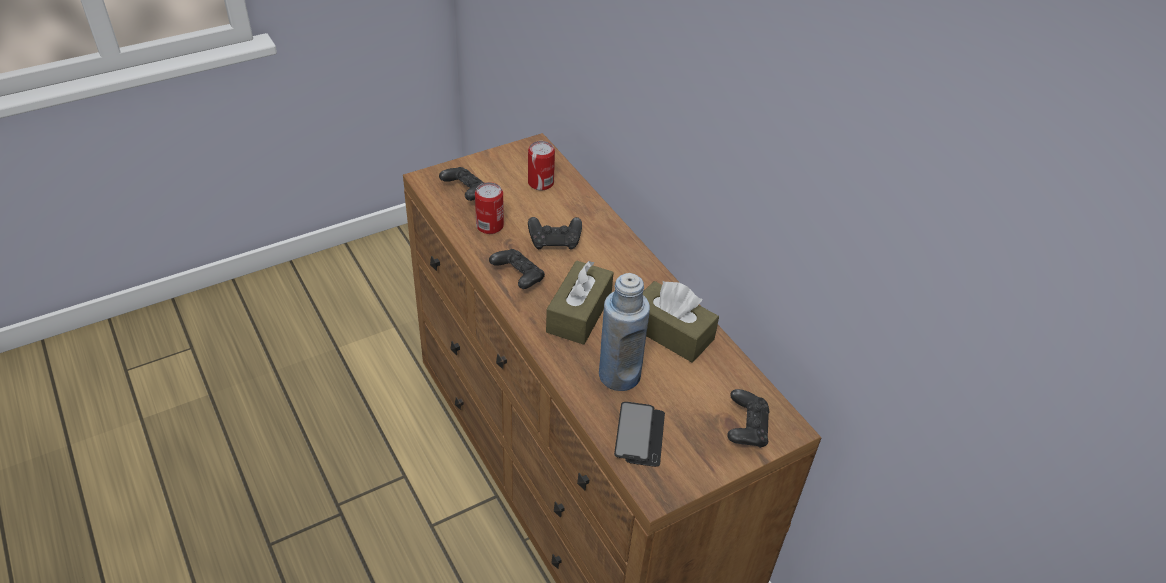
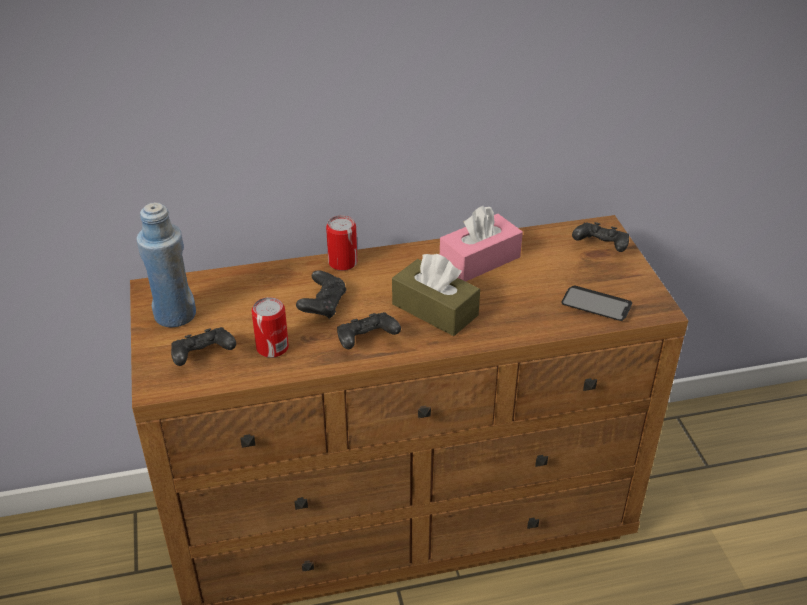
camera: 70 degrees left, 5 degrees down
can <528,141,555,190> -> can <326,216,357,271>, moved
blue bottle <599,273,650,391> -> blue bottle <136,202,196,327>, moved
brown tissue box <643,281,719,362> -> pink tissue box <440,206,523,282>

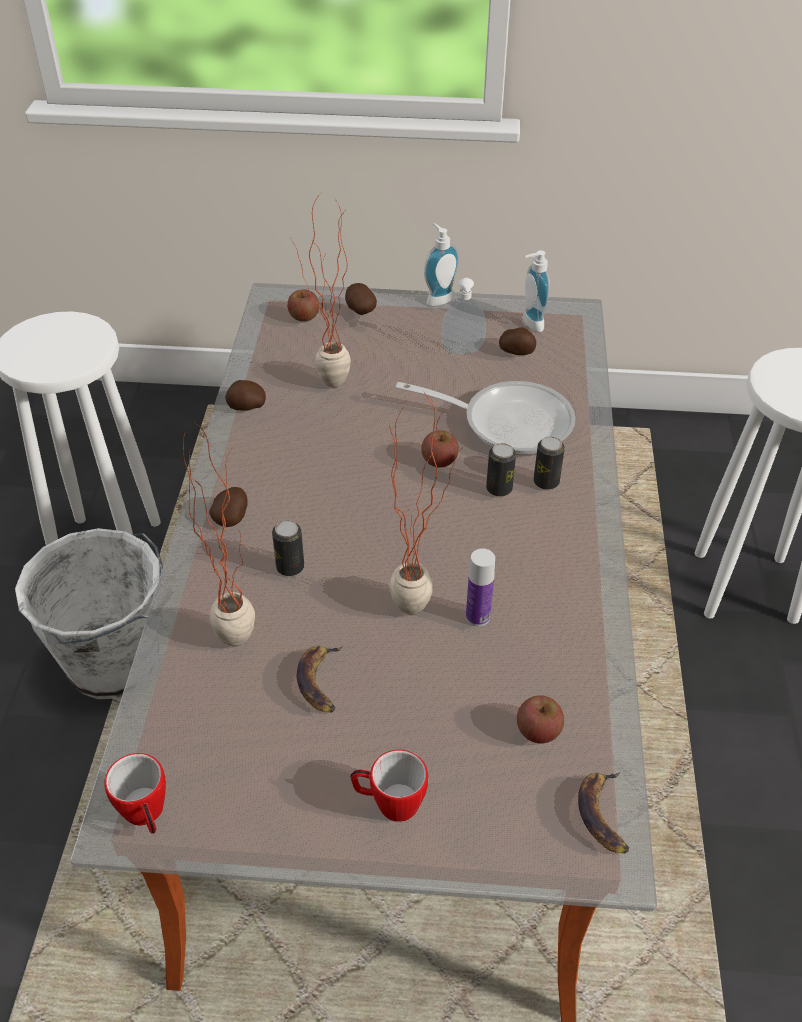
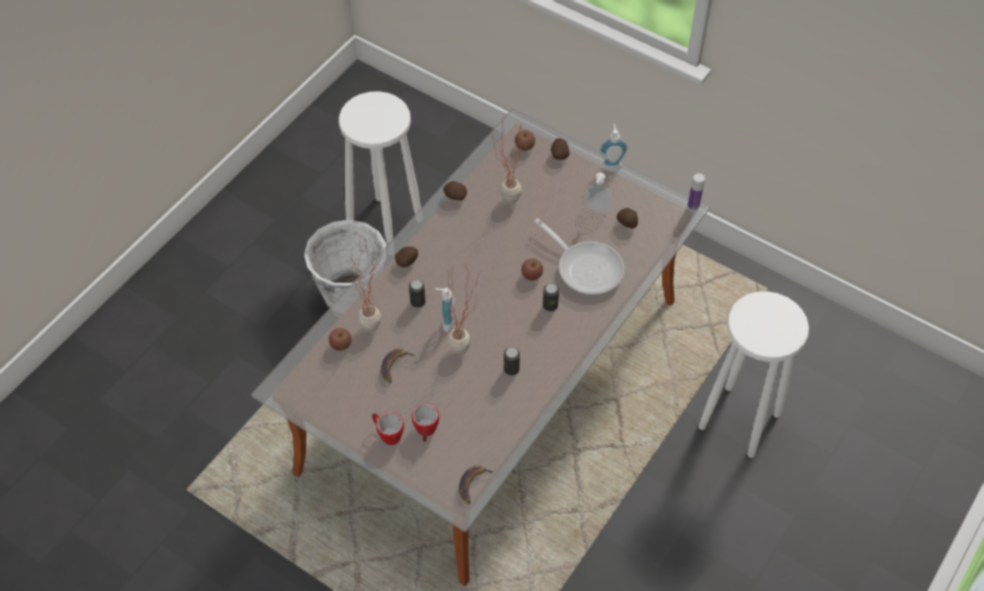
camera: 30 degrees right, 10 degrees up
mug <105,753,166,834> -> mug <412,403,439,442>, moved
bottle <466,549,495,626> -> bottle <688,173,705,210>, moved
apple <517,696,564,744> -> apple <329,328,352,351>, moved
soap dispenser <523,250,550,332> -> soap dispenser <435,288,455,332>, moved
can <533,436,565,490> -> can <504,347,520,375>, moved

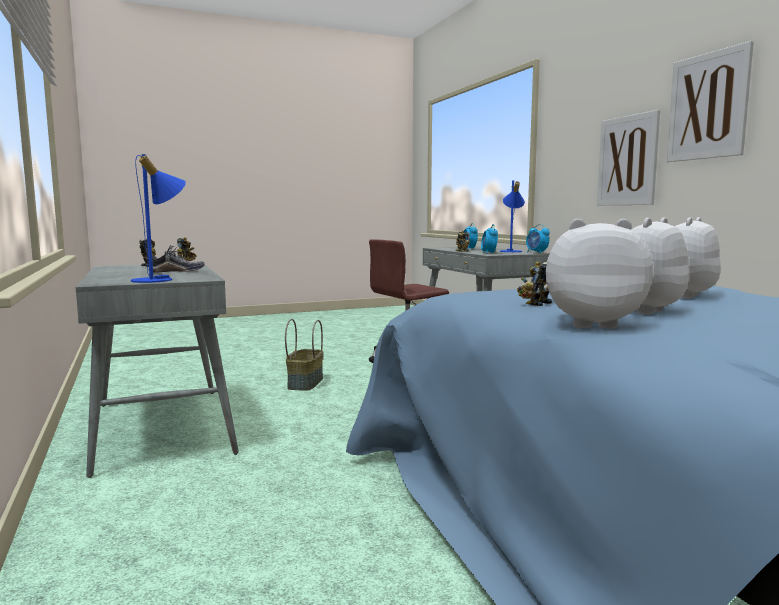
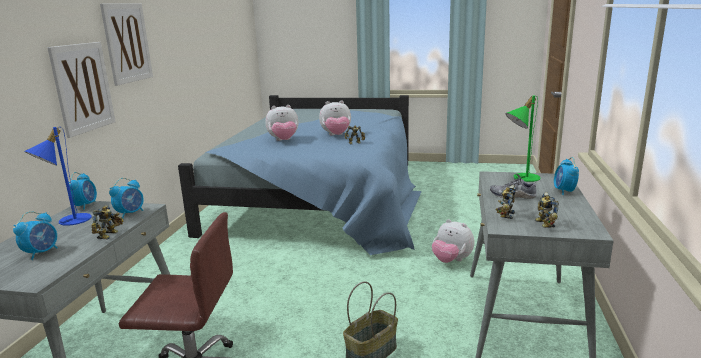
camera: 145 degrees left, 10 degrees up
blue table lamp <131,154,186,283> -> green table lamp <505,95,541,182>
plush toy <546,219,653,328> -> plush toy <432,219,474,263>, moved
none -> alarm clock <554,157,579,195>

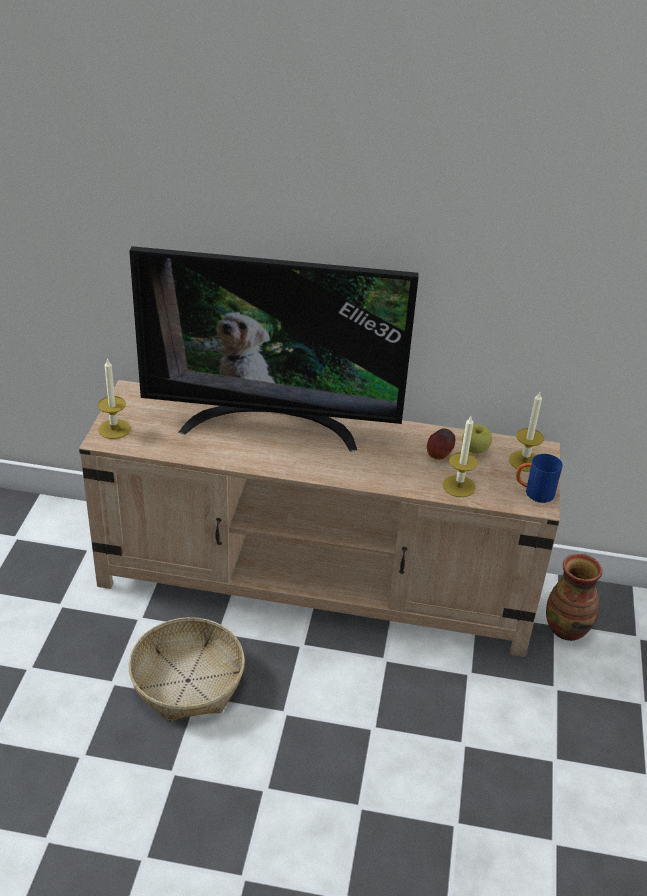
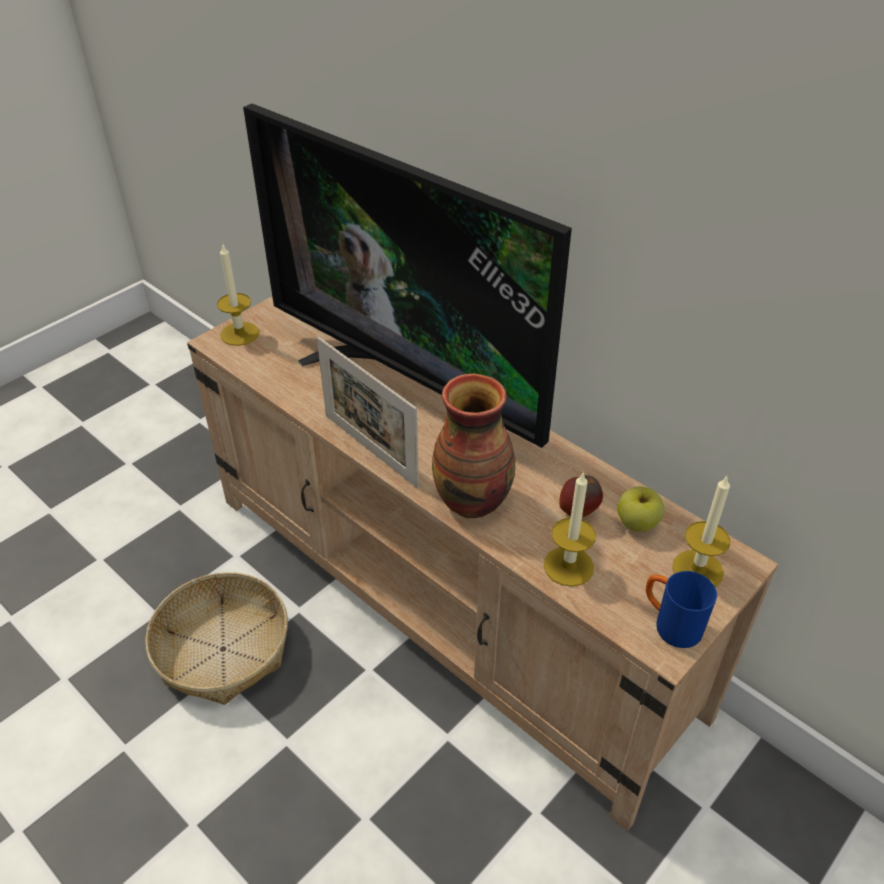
camera: 35 degrees right, 5 degrees up
vase <546,554,603,641> -> vase <432,373,515,518>, moved
none -> picture frame <317,337,419,488>

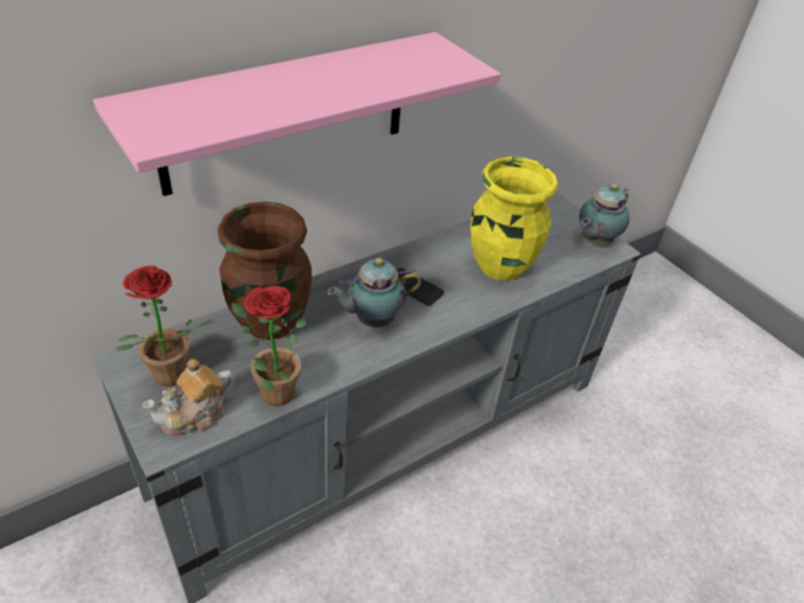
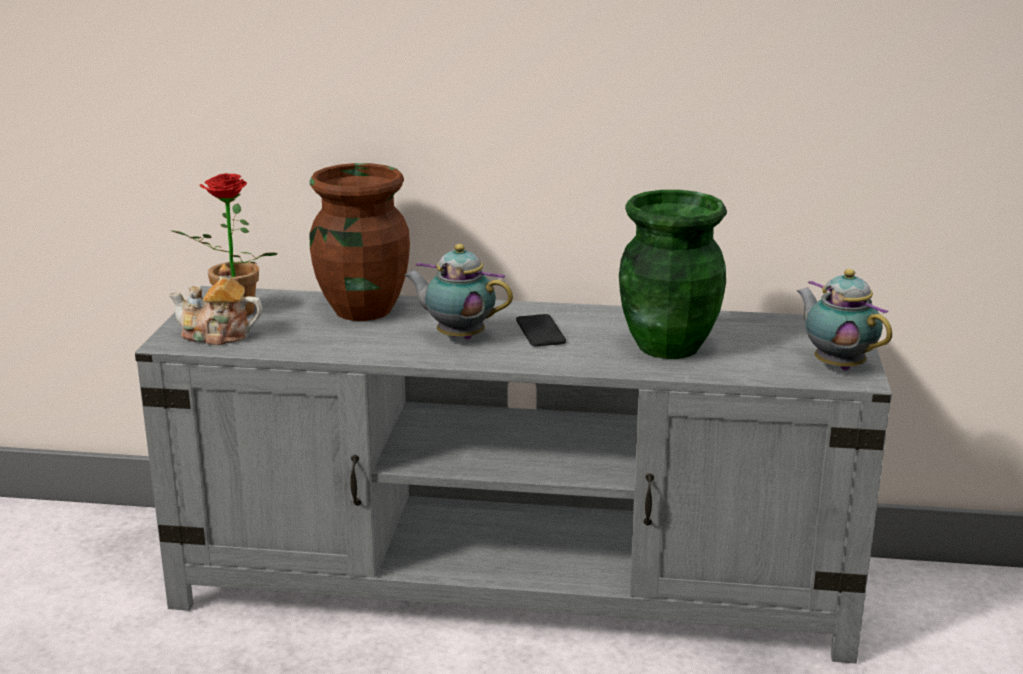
camera: 45 degrees right, 20 degrees down
pink shelf <93,32,501,196> -> none
potted plant <232,286,307,406> -> none
yellow vase <471,156,558,281> -> green vase <619,190,727,359>
teapot <579,184,630,245> -> teapot <797,269,892,370>, 60 degrees clockwise

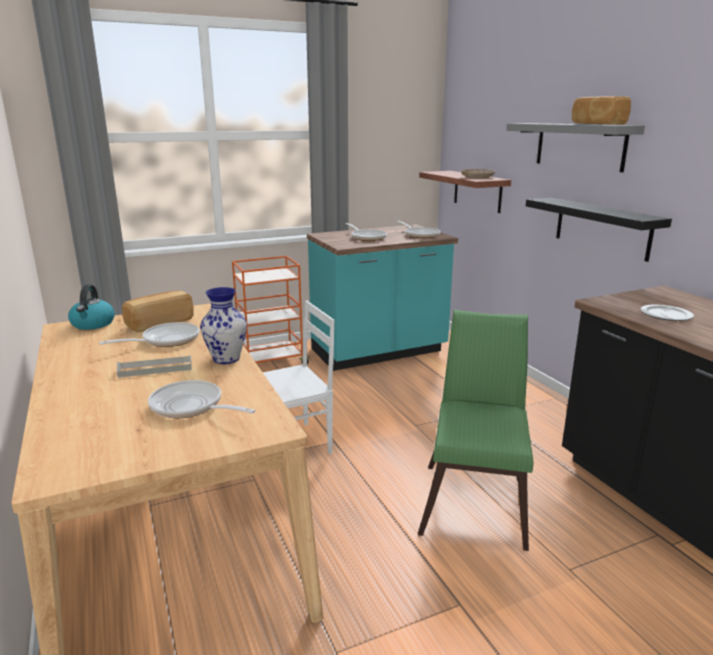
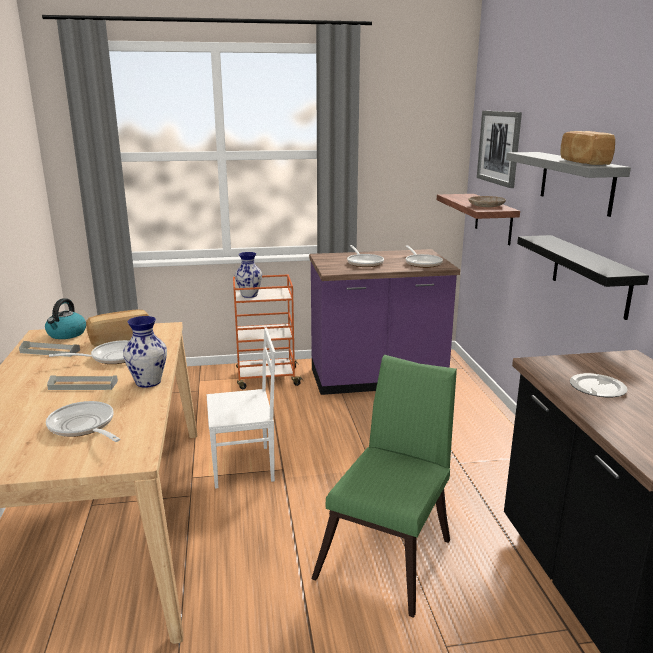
camera: 15 degrees right, 0 degrees up
turquoise counter <307,224,458,371> -> purple counter <309,249,460,395>
none -> grey tray <19,341,80,357>
none -> vase <235,252,262,298>
none -> picture <477,111,522,188>

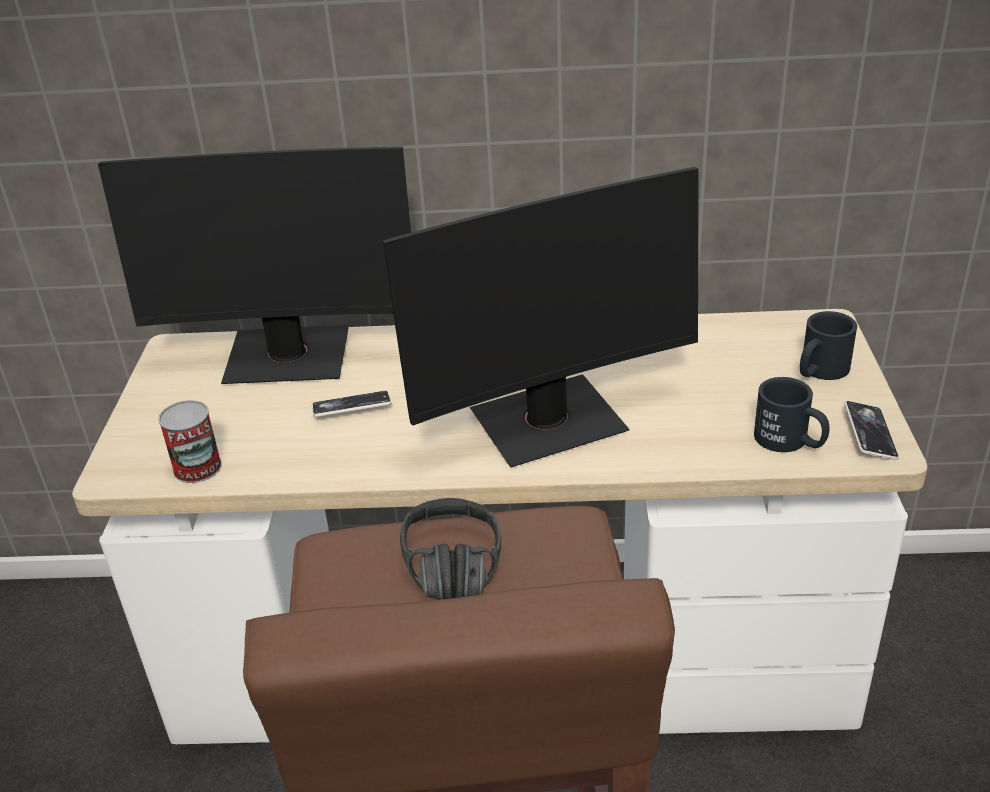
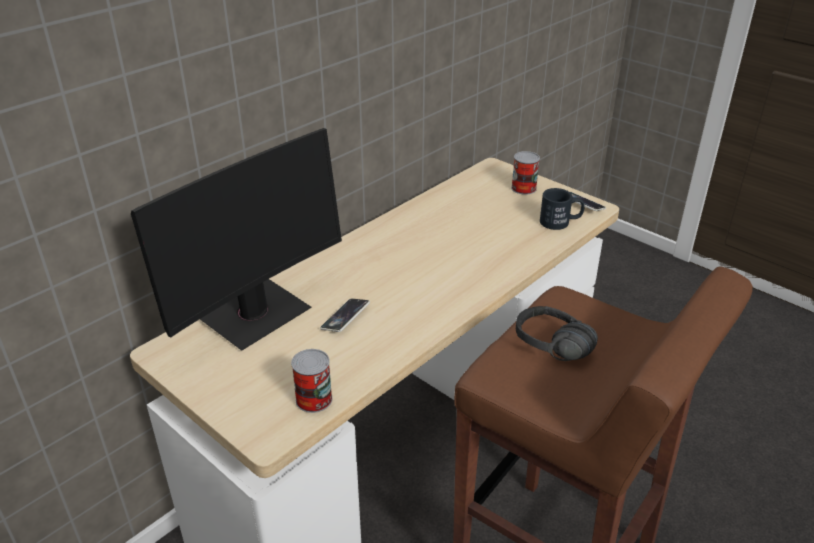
camera: 50 degrees left, 0 degrees up
monitor <383,167,698,468> -> none
black mug <800,311,857,380> -> can <511,151,540,195>

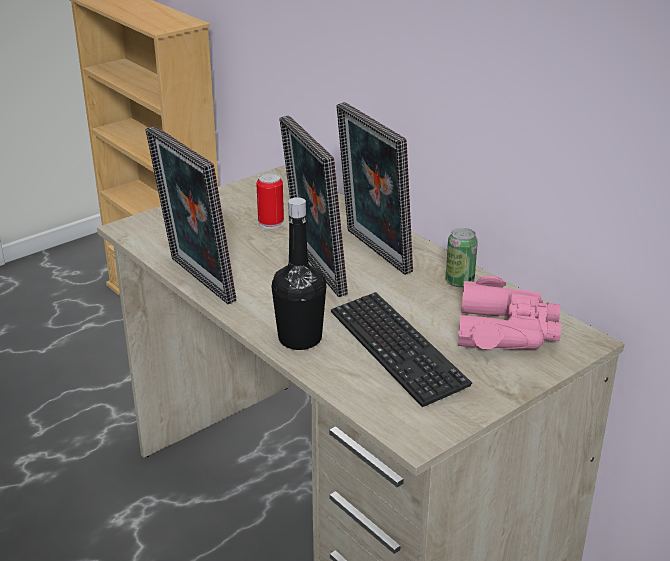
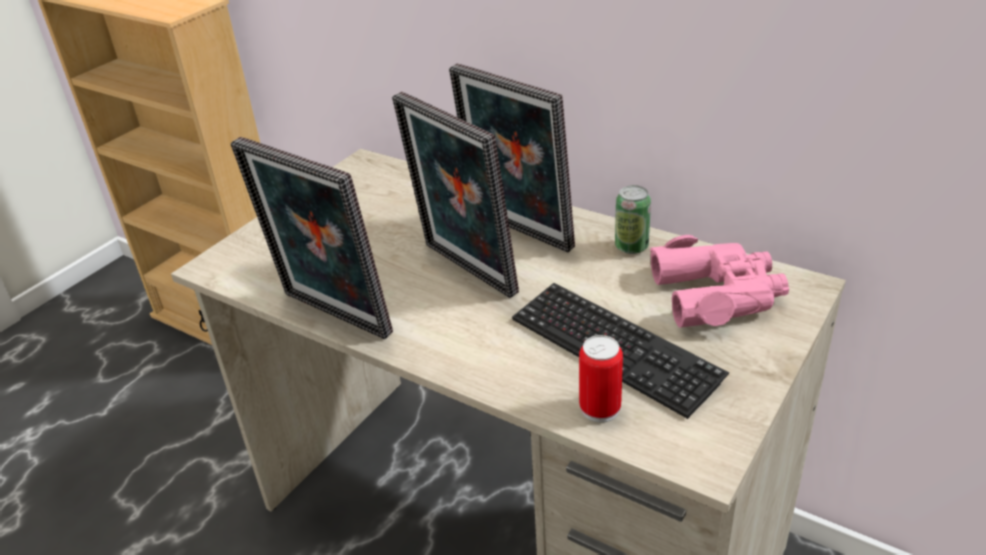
camera: 15 degrees left, 5 degrees up
can <256,173,284,229> -> can <579,335,623,422>, moved
black bottle <272,197,326,350> -> none

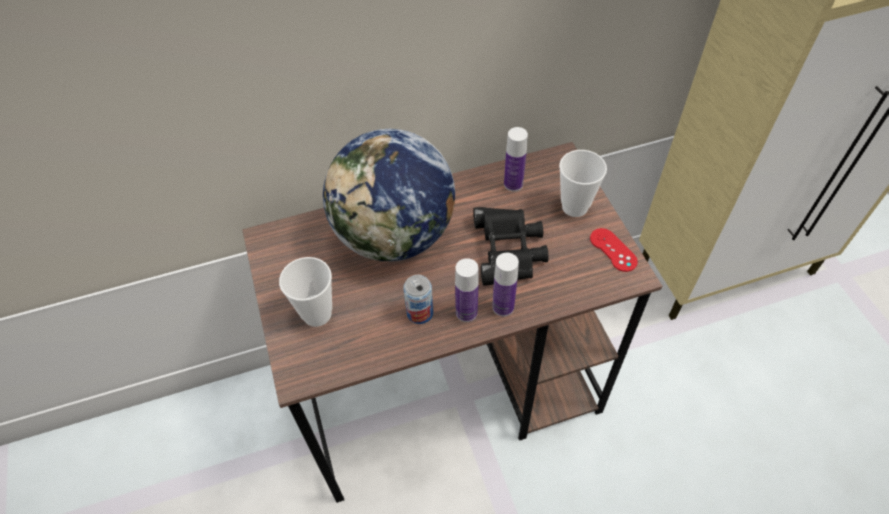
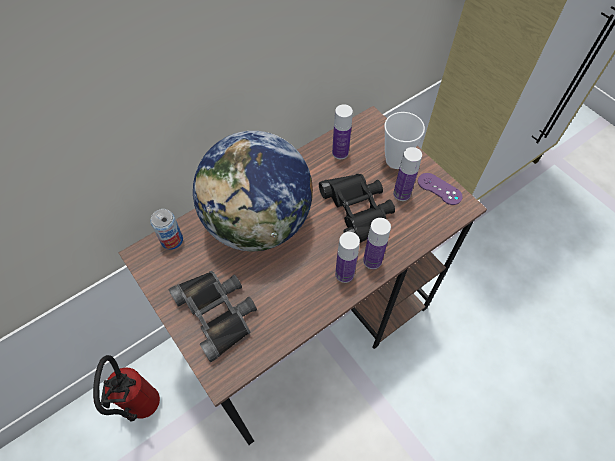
camera: 20 degrees left, 5 degrees up
cup <279,257,332,327> -> black binoculars <169,270,257,362>
can <403,275,433,324> -> can <150,209,183,250>, moved
red game controller <590,228,638,272> -> purple game controller <418,173,463,205>
none -> fire extinguisher <93,355,160,421>
none -> bottle <393,147,422,201>

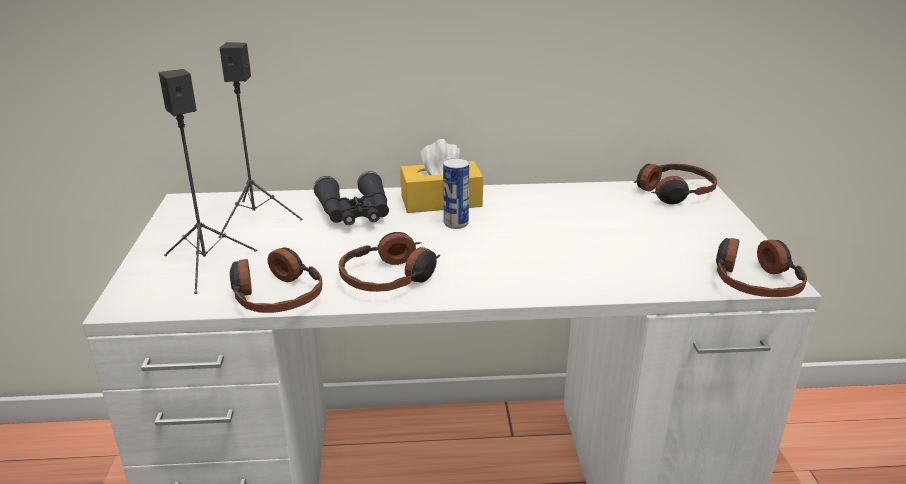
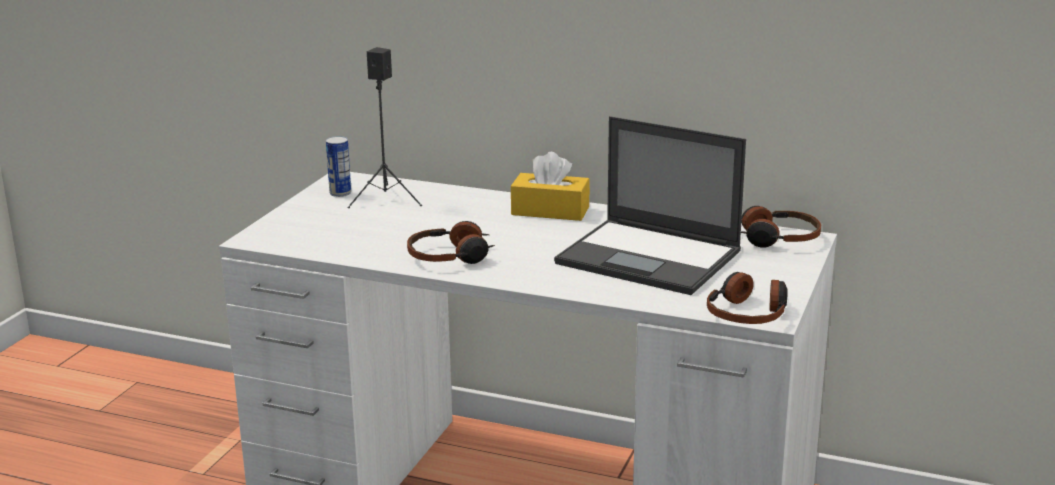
camera: 25 degrees right, 5 degrees down
black speaker <159,69,257,294> -> none
headphones <230,247,322,313> -> none
black binoculars <314,171,389,225> -> none
can <443,158,469,229> -> can <326,136,351,197>, moved
none -> laptop <554,116,746,295>

